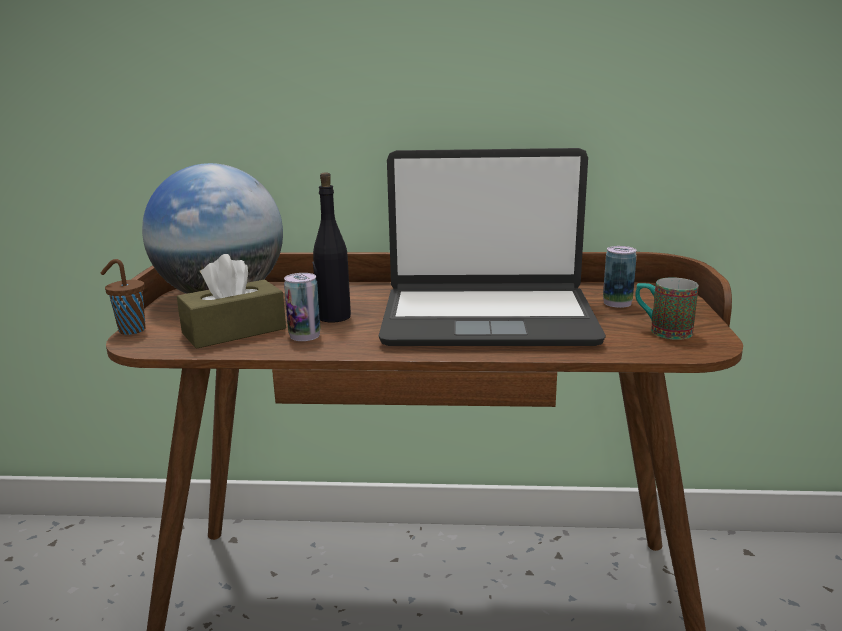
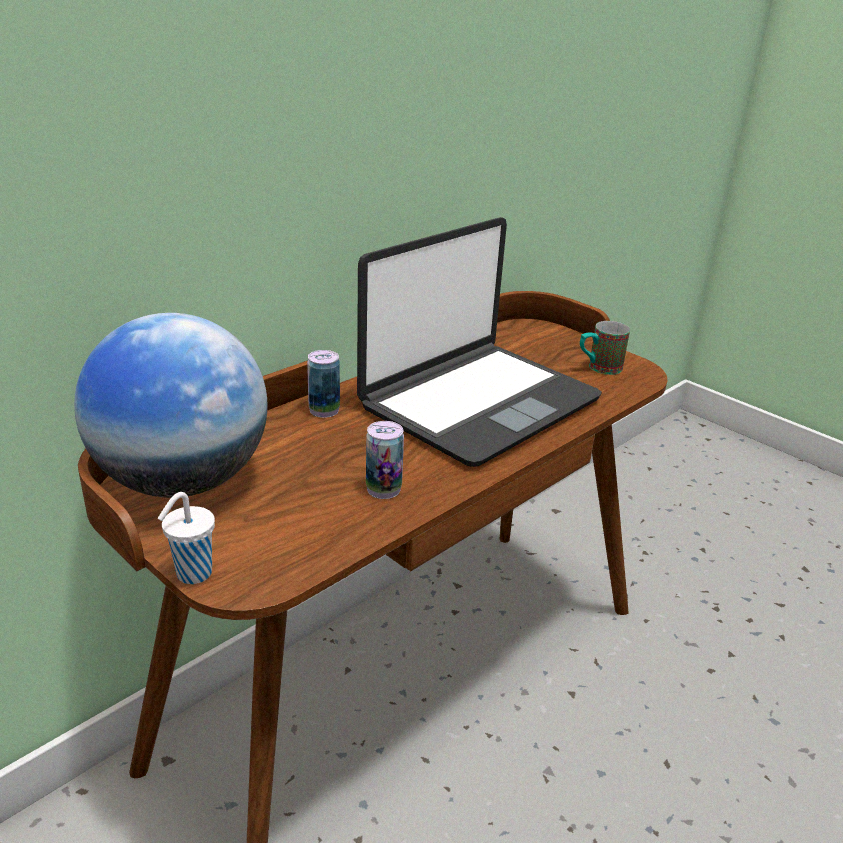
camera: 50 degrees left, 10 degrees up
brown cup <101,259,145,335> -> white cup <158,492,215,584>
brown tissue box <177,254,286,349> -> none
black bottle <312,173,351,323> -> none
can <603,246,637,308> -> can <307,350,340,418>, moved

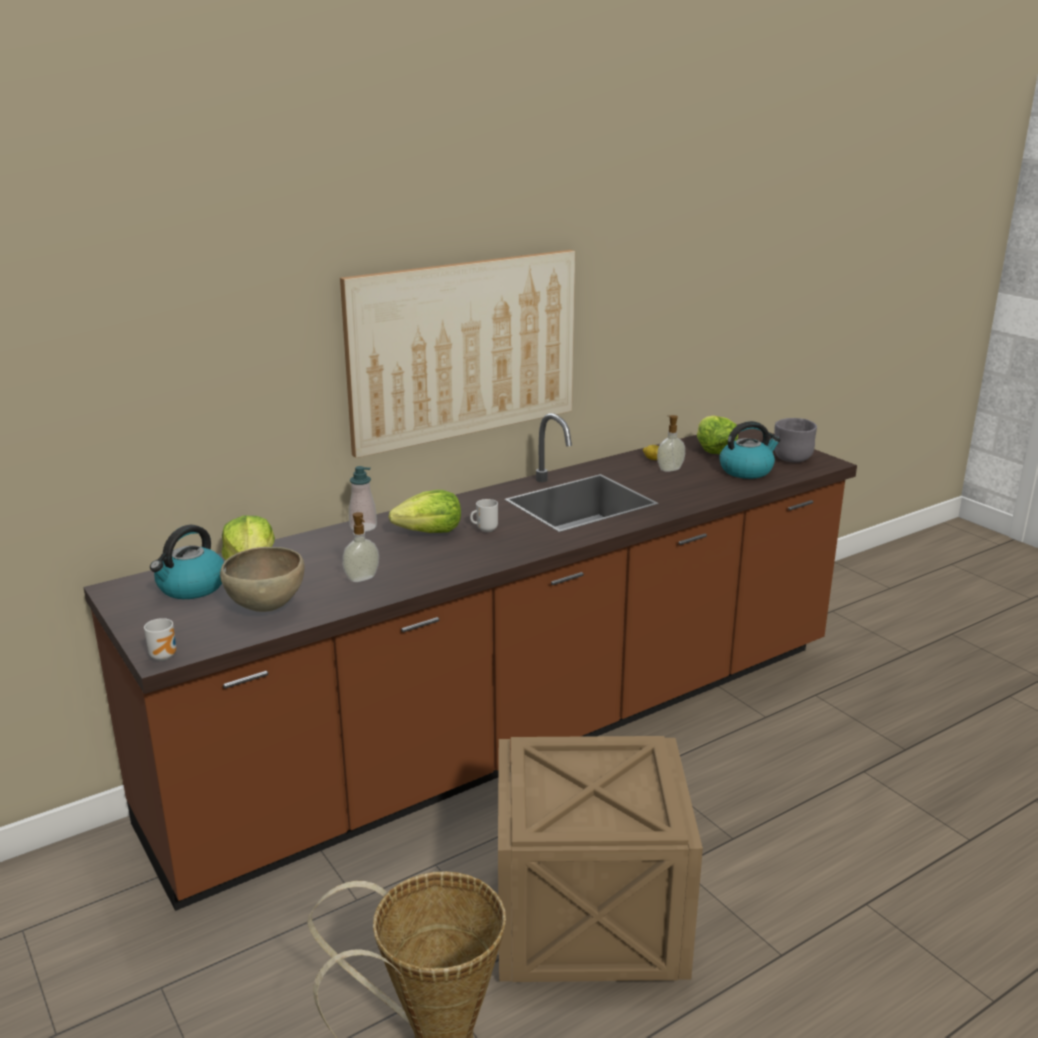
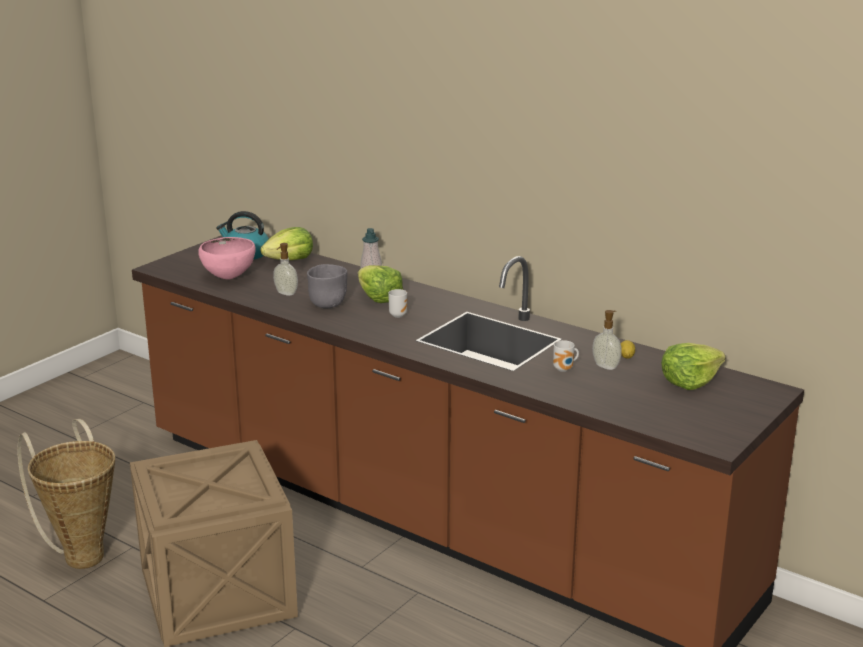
camera: 70 degrees right, 0 degrees up
mug <144,618,176,661> -> mug <553,340,579,372>, moved
brown bowl <220,547,305,612> -> pink bowl <198,237,256,279>
picture <340,250,575,458> -> none
kettle <719,421,781,479> -> none
grey bowl <774,418,817,463> -> grey bowl <307,264,348,308>, moved

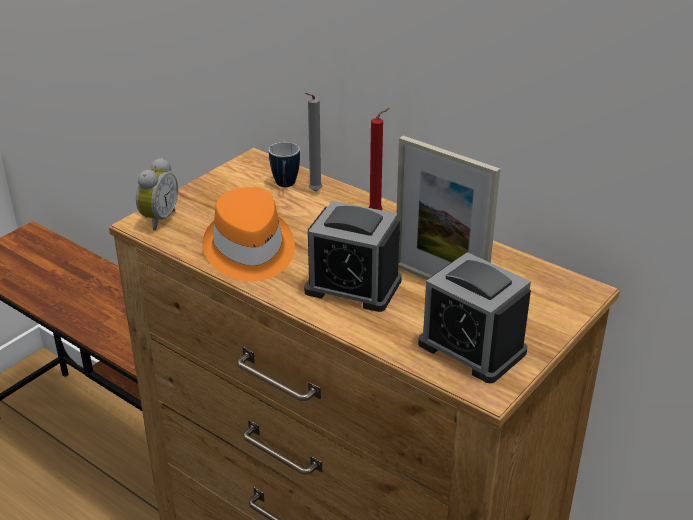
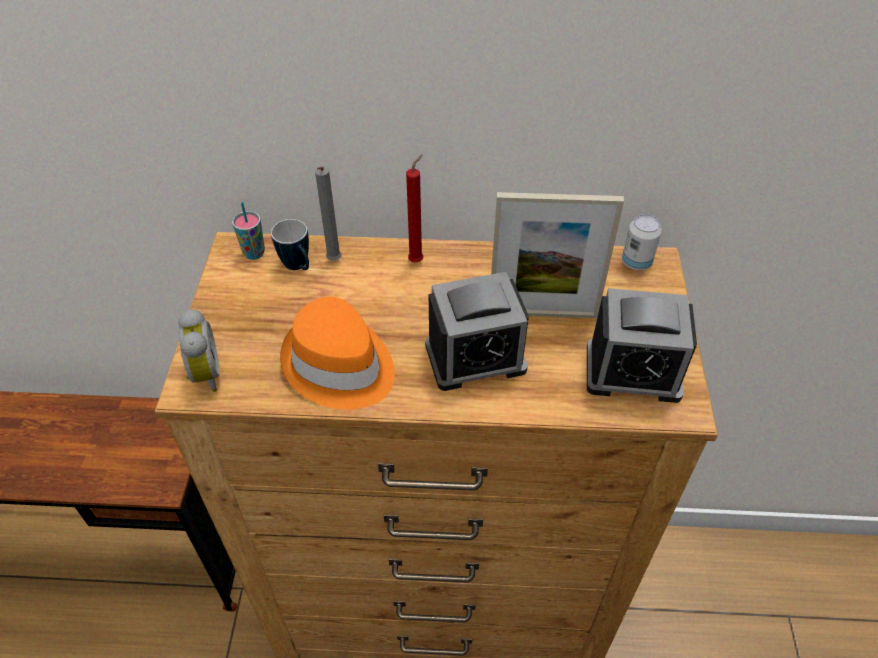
camera: 35 degrees left, 15 degrees up
none -> cup <232,202,265,260>
none -> can <622,214,662,270>

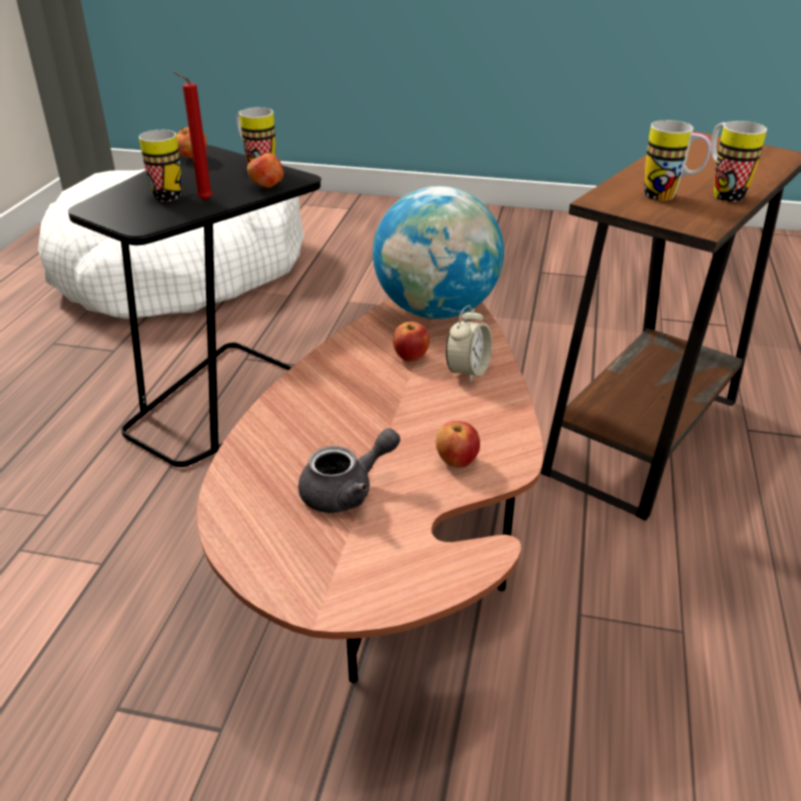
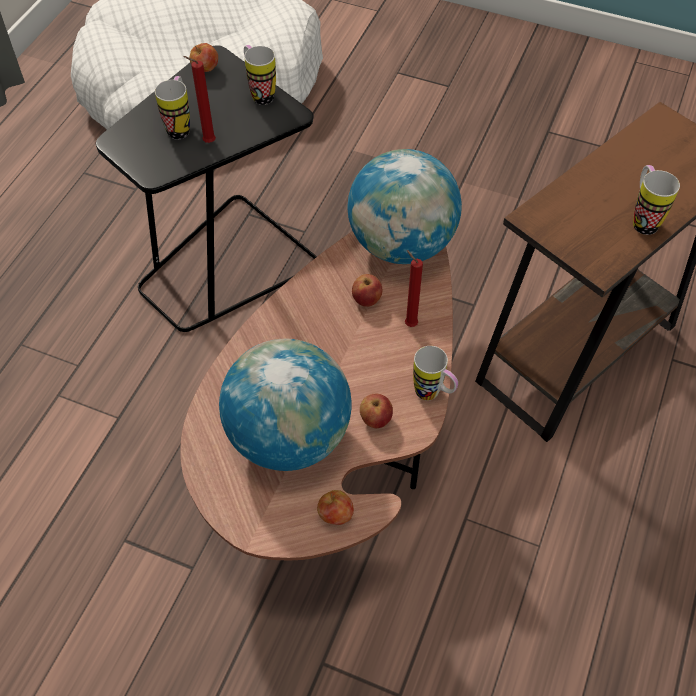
camera: 10 degrees right, 20 degrees up
apple <247,151,284,188> -> apple <317,490,354,525>, moved
grey teapot <298,428,400,513> -> globe <219,339,352,471>
alarm clock <446,305,492,383> -> red candle <405,250,423,327>
mug <644,120,711,201> -> mug <413,346,458,400>, moved

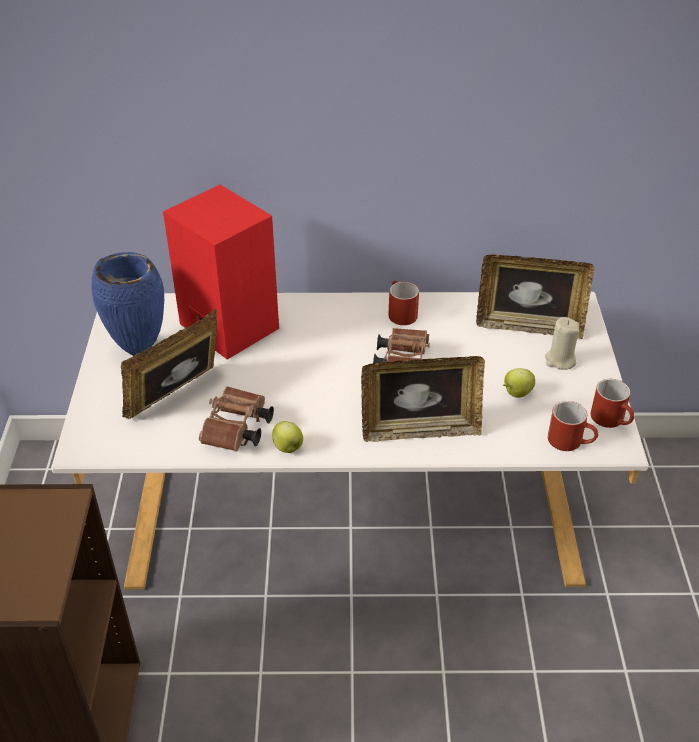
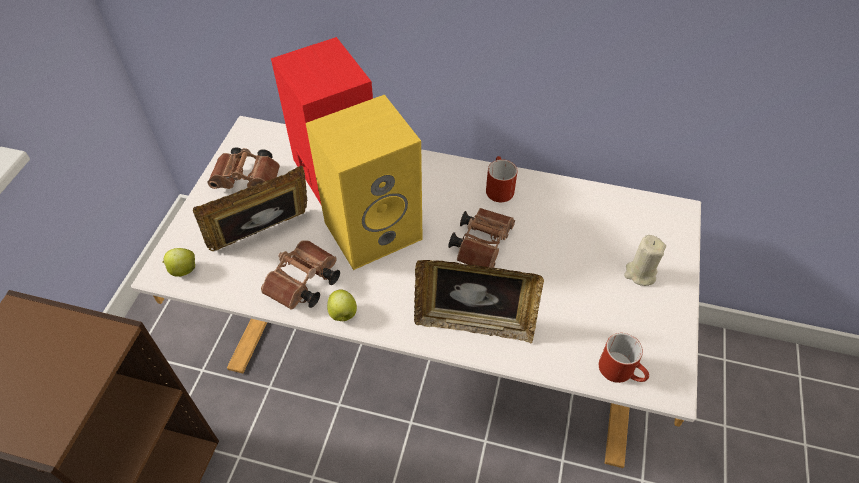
camera: 15 degrees right, 10 degrees up
blue vase <91,252,164,356> -> brown binoculars <207,147,280,189>
picture frame <476,255,594,339> -> none
apple <503,368,535,398> -> apple <162,248,195,277>, moved
red mug <591,379,634,428> -> none
none -> yellow speaker <306,94,423,270>

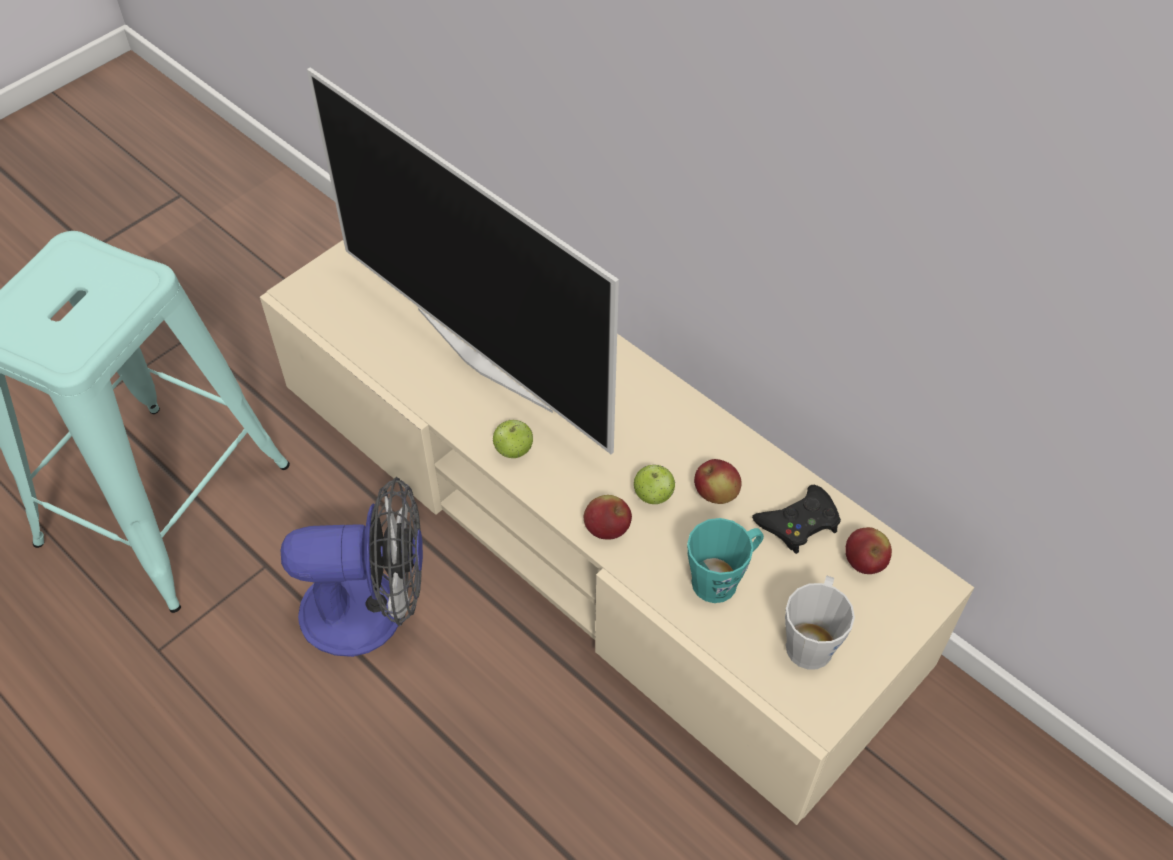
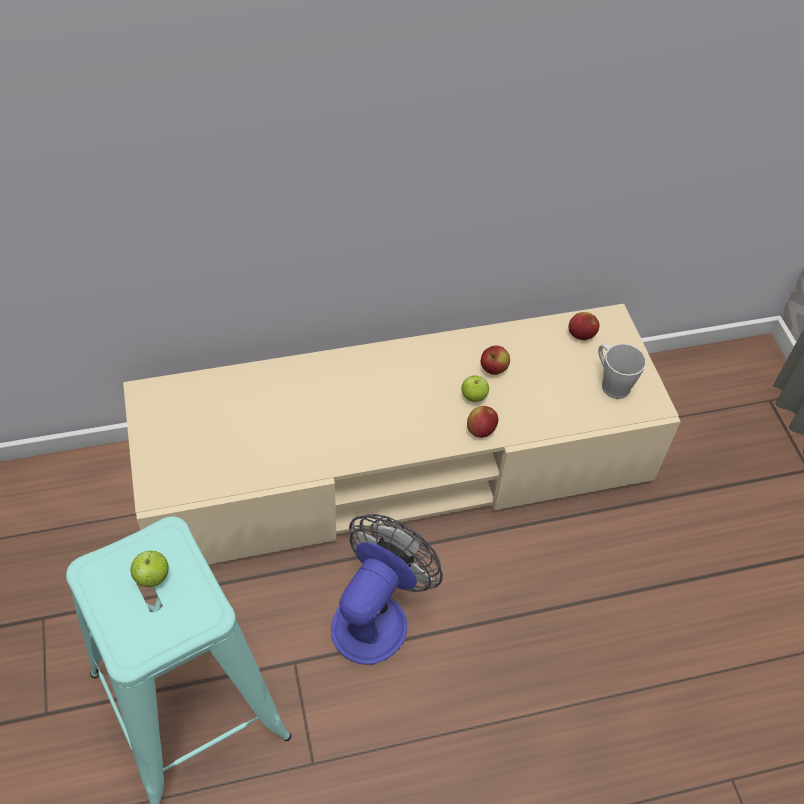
camera: 60 degrees left, 0 degrees up
television <307,68,619,454> -> none
apple <493,420,533,458> -> apple <130,551,169,587>, moved
turquoise mug <687,518,764,603> -> none
black game controller <752,485,841,554> -> none

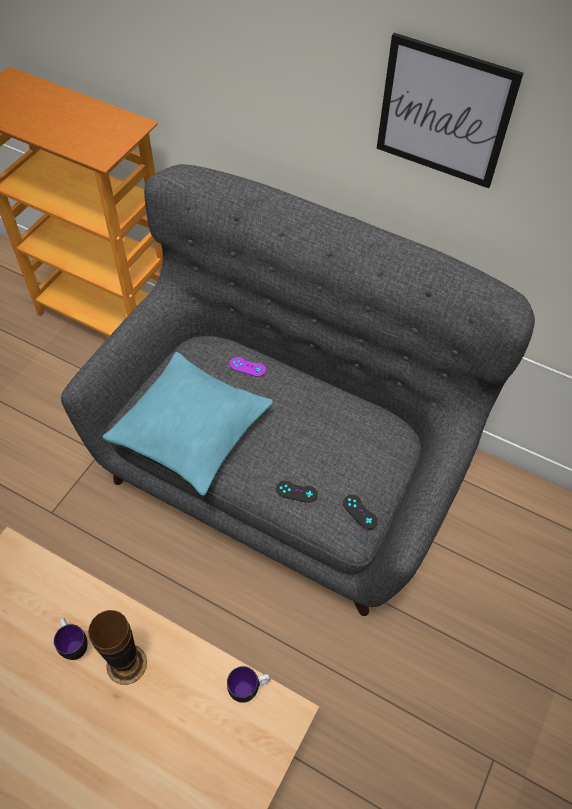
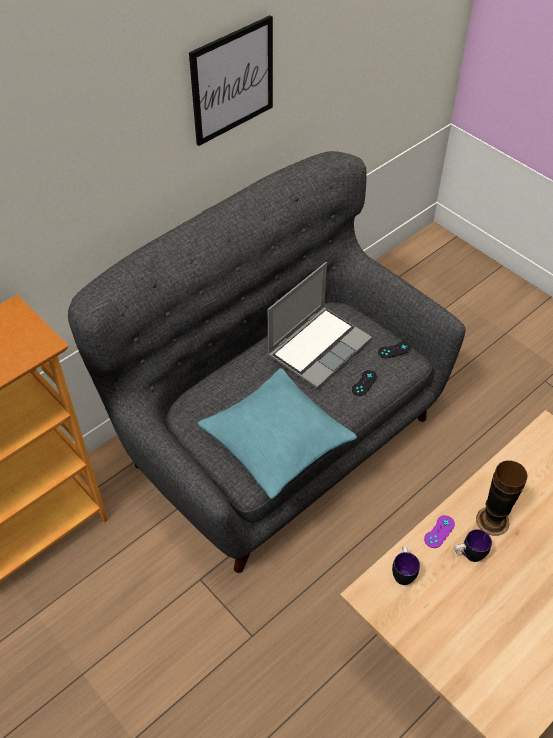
camera: 70 degrees left, 5 degrees down
mug <227,666,270,703> -> mug <392,546,420,585>, moved
purple game controller <230,357,266,377> -> purple game controller <424,515,455,548>, moved
none -> laptop <267,262,372,389>

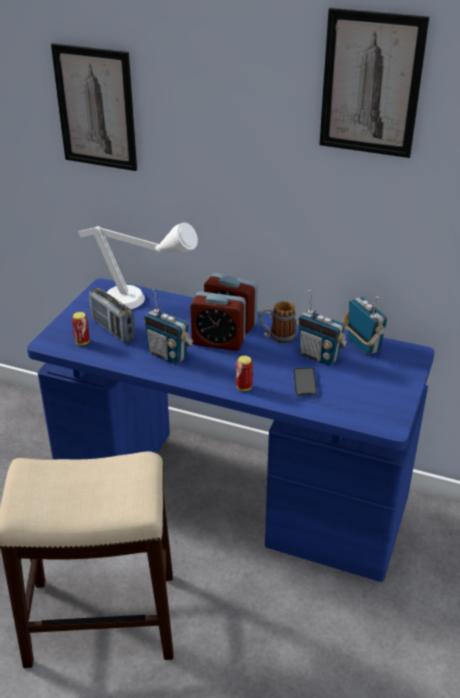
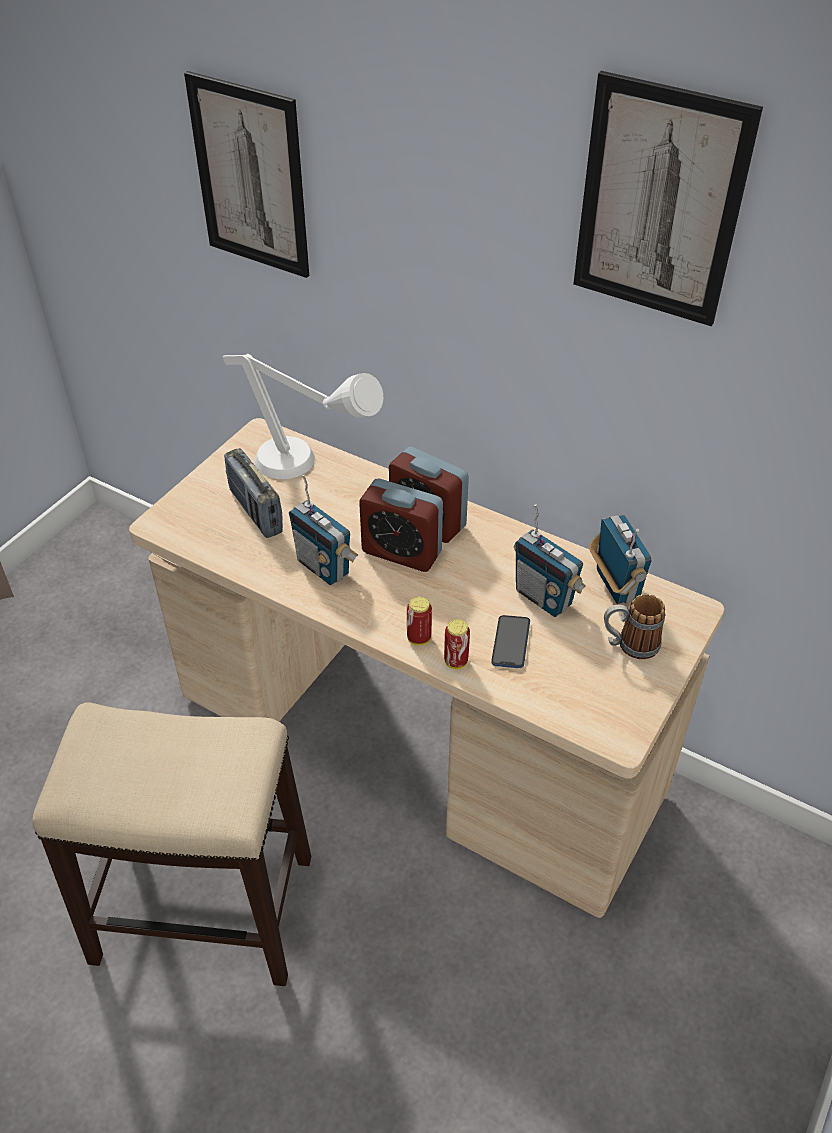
camera: 10 degrees right, 10 degrees up
blue desk <27,278,435,582> -> beige desk <129,418,724,918>
can <72,312,90,345> -> can <444,619,470,669>, moved
mug <259,301,296,343> -> mug <604,594,665,659>, moved

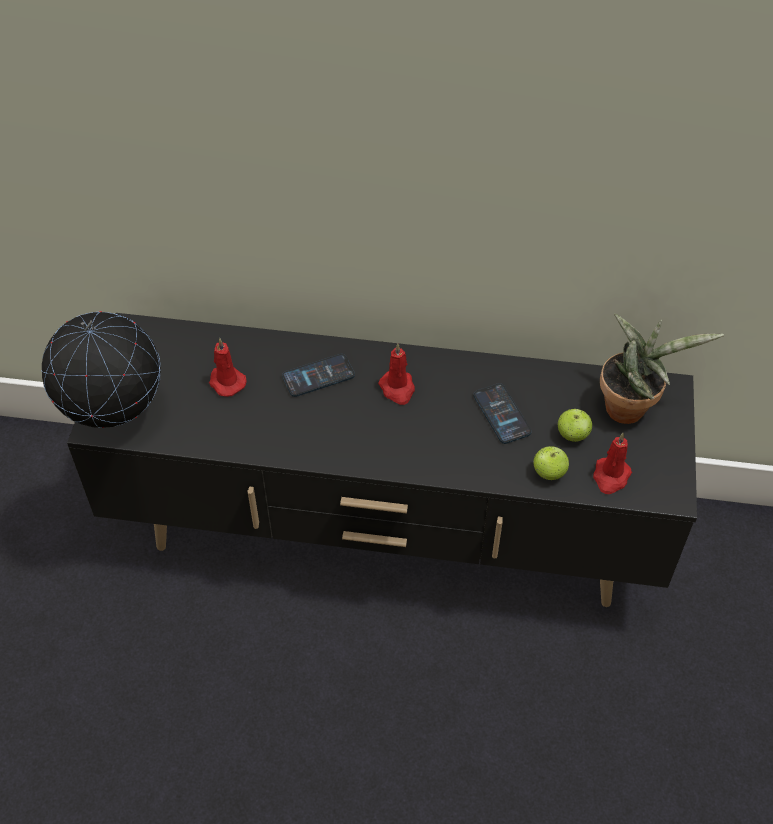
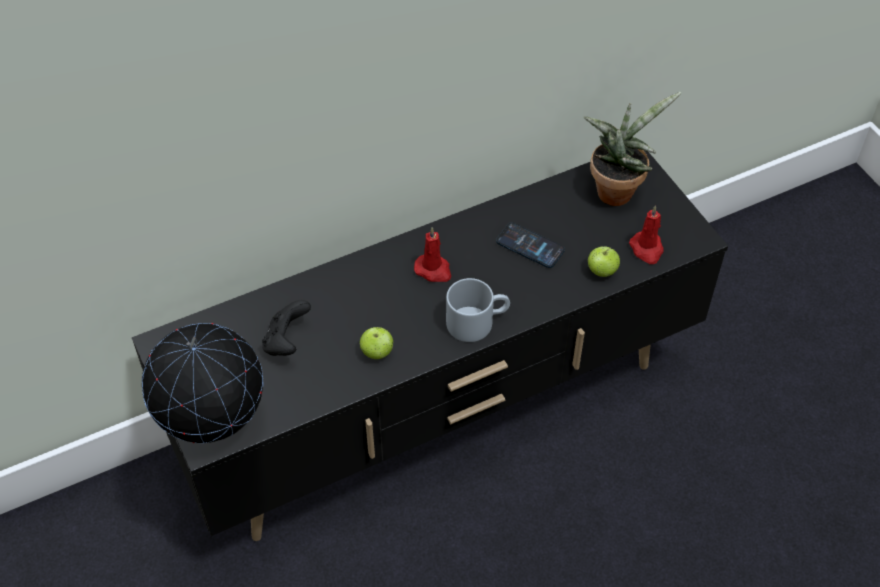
camera: 35 degrees left, 0 degrees up
red candle <209,338,247,397> -> black game controller <262,300,311,356>
phone <282,354,355,397> -> none
apple <558,409,592,442> -> apple <360,327,393,359>, moved
none -> grey mug <446,278,510,342>

